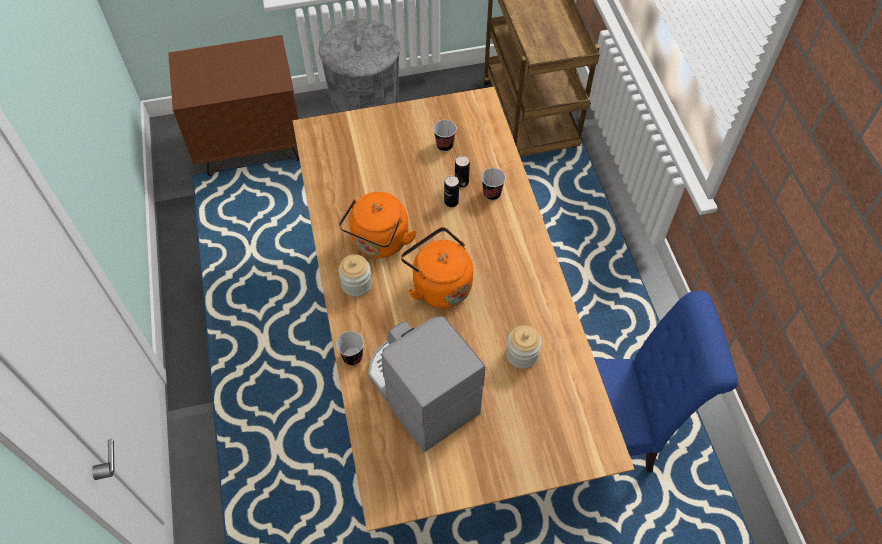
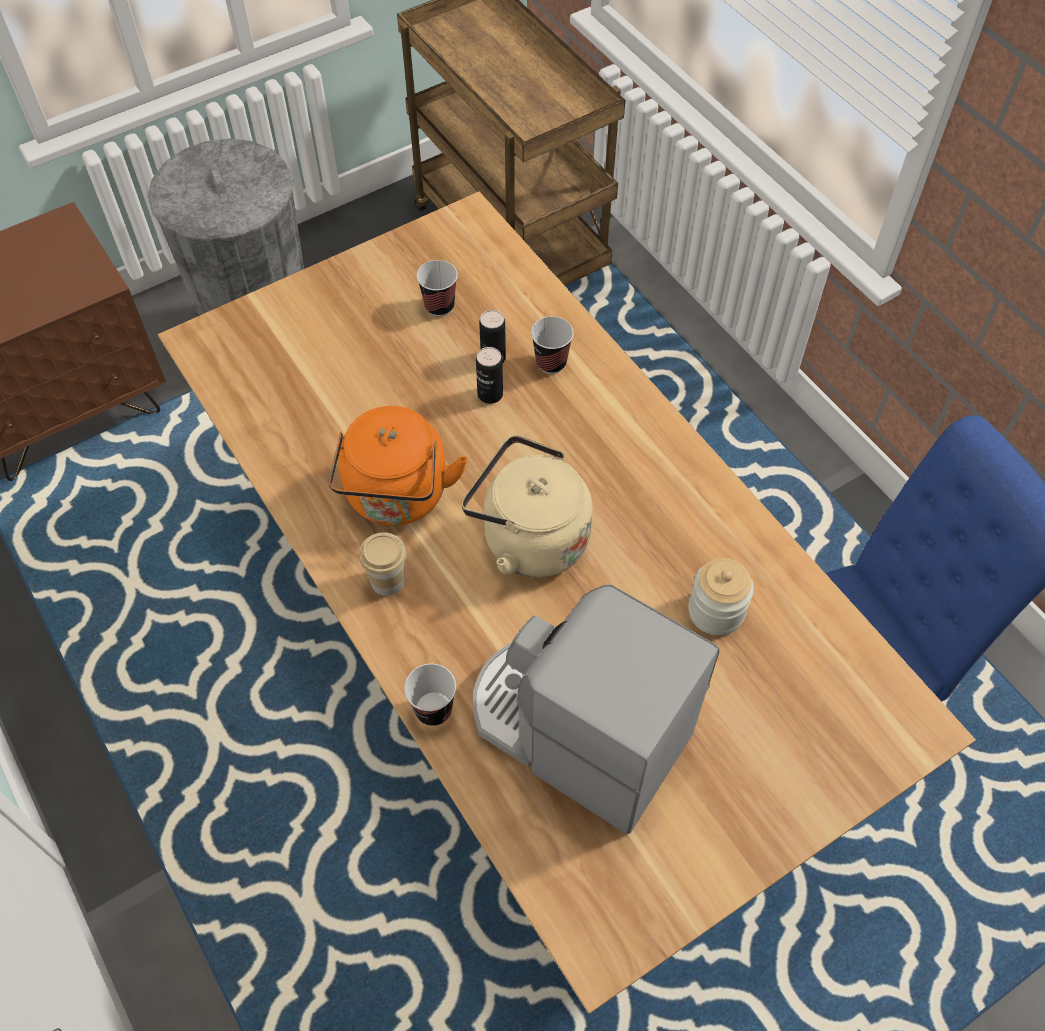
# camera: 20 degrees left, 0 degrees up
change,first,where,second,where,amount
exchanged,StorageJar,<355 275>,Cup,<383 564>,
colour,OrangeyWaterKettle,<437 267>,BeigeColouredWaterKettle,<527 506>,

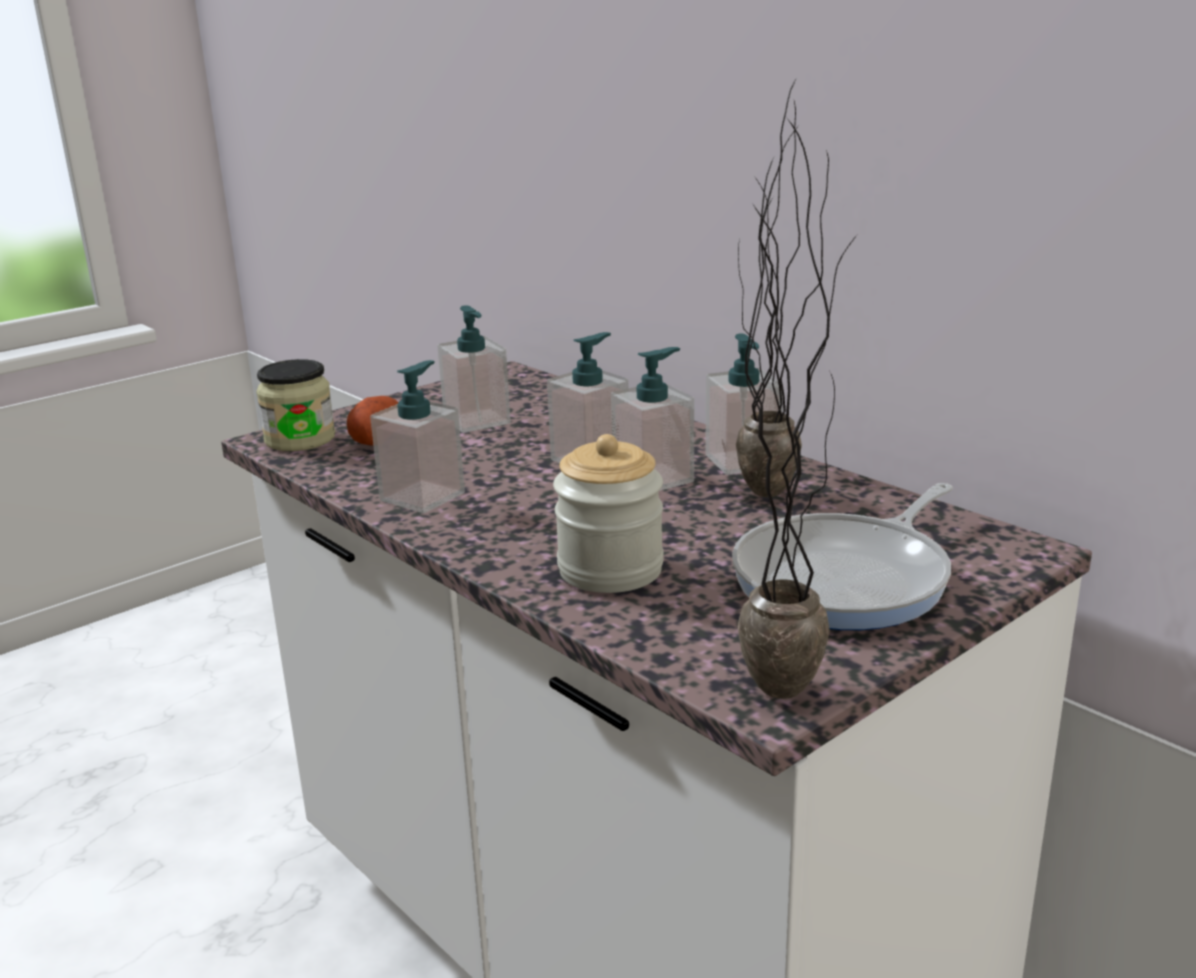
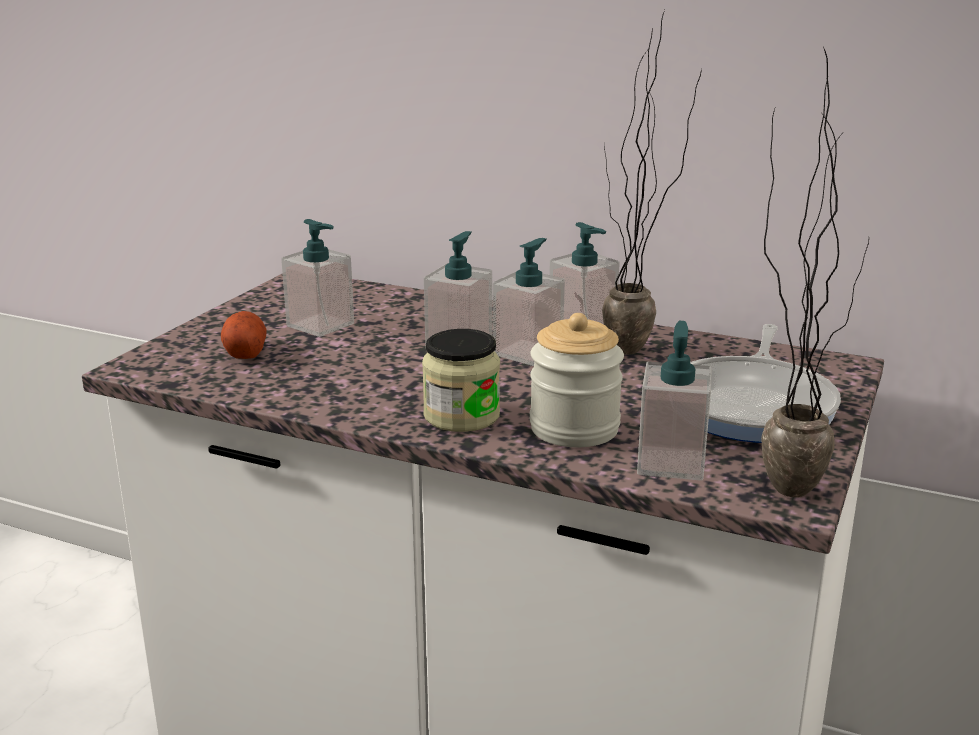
# camera: 25 degrees left, 0 degrees up
change,first,where,second,where,amount
relocated,StorageJar,<295 405>,,<461 380>,
relocated,LiquidSoapBottle,<417 436>,,<674 401>,

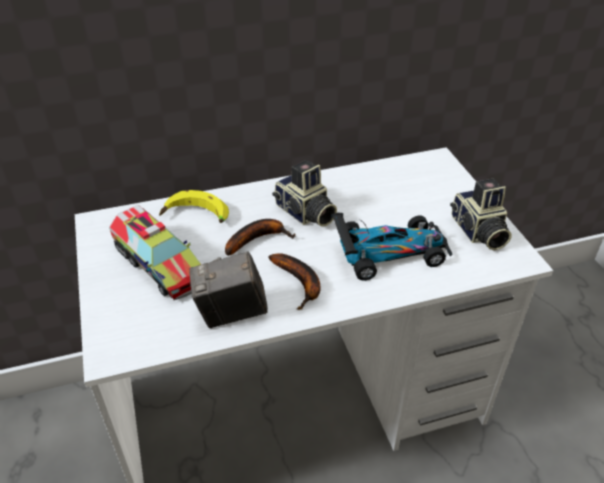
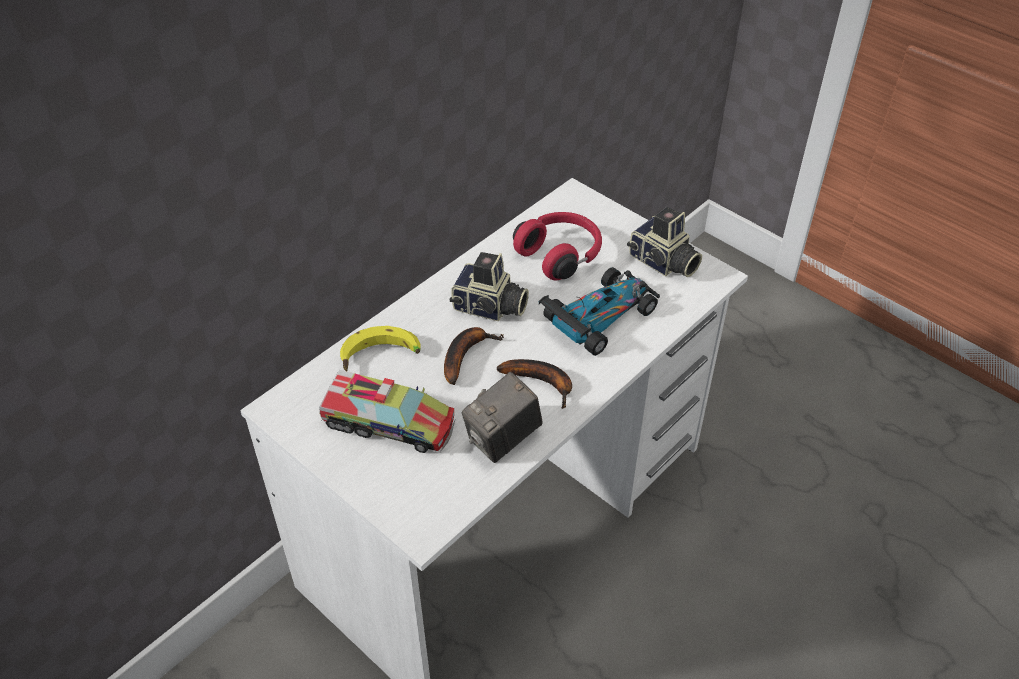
# camera: 30 degrees left, 5 degrees up
change,first,where,second,where,amount
appeared,,,ReddishHeadphones,<557 246>,

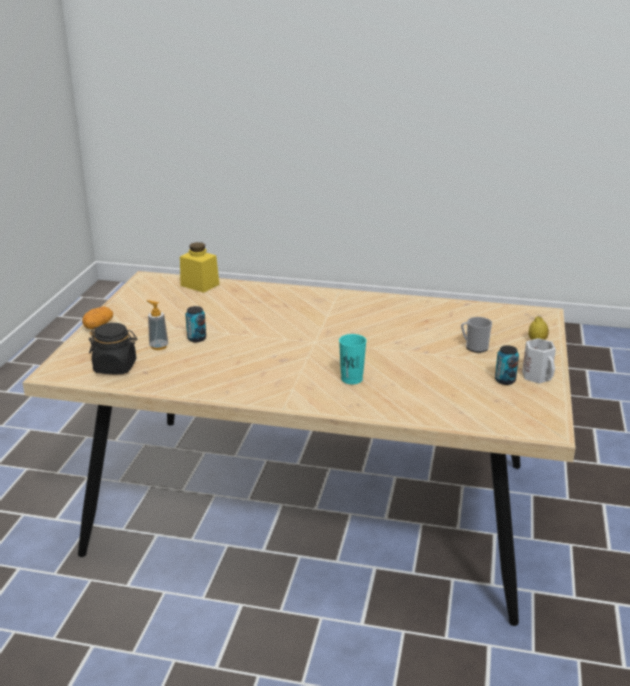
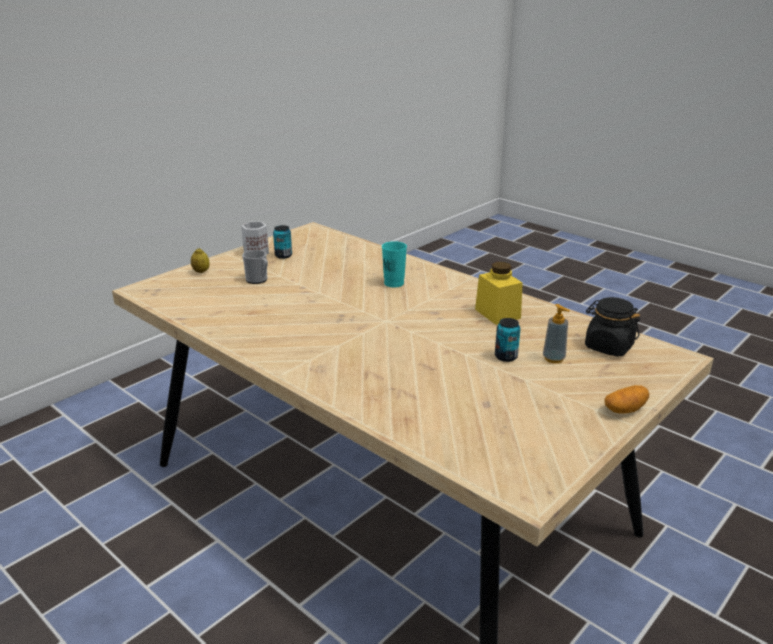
# camera: 150 degrees left, 0 degrees up
change,first,where,second,where,amount
relocated,YellowColouredStorageJar,<199 267>,,<499 293>,

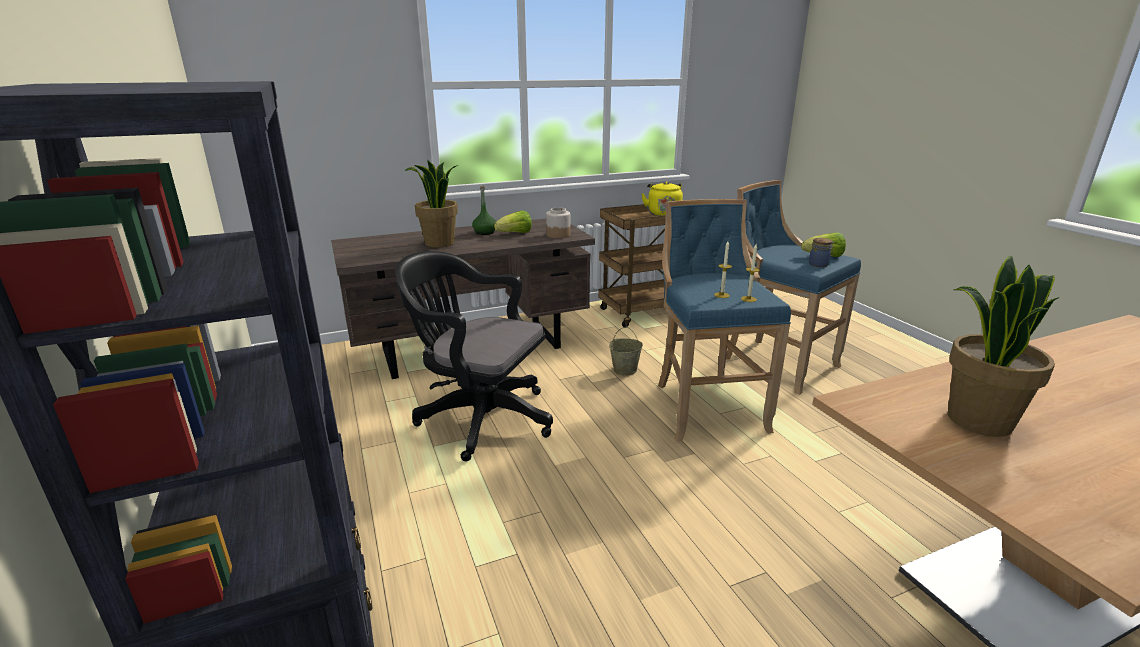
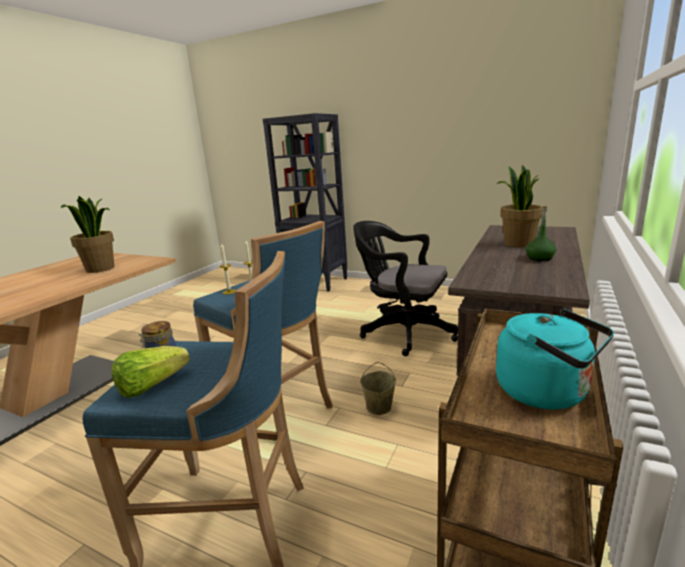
# camera: 140 degrees right, 5 degrees down
change,first,where,second,where,amount
spun,BlackishDeskChair,<474 356>,,<405 288>,135 degrees counterclockwise
missing,HeadOfLettuce,<513 221>,,,
missing,StorageJar,<558 223>,,,
colour,YellowColouredWaterKettle,<662 198>,BlueGreenWaterKettle,<555 359>,

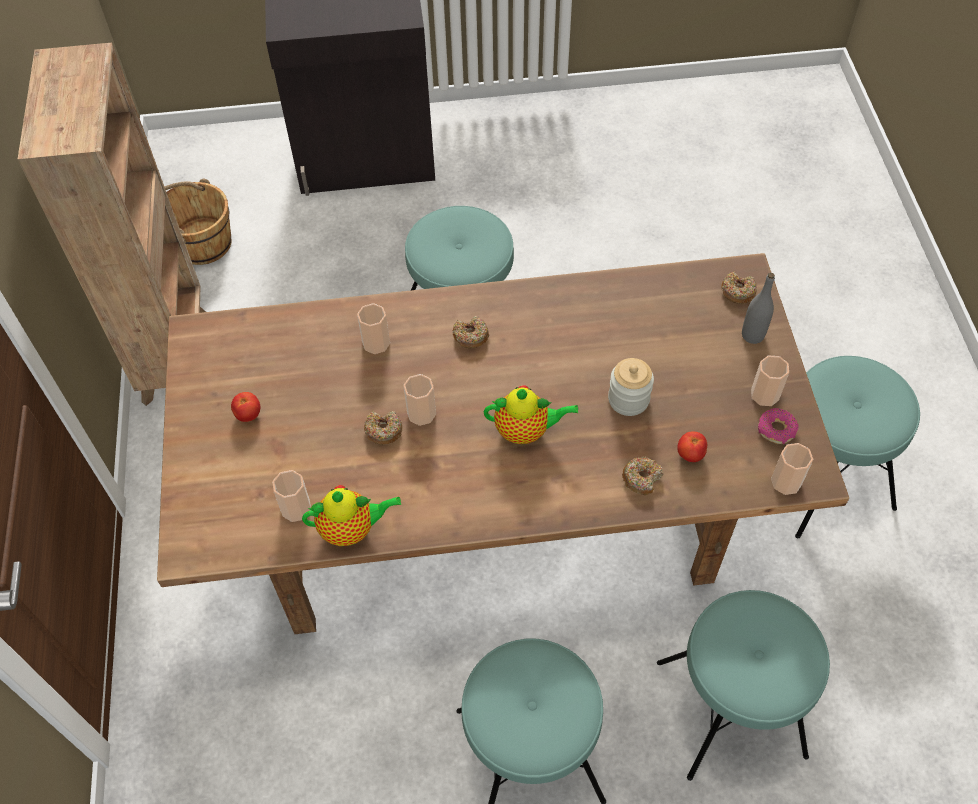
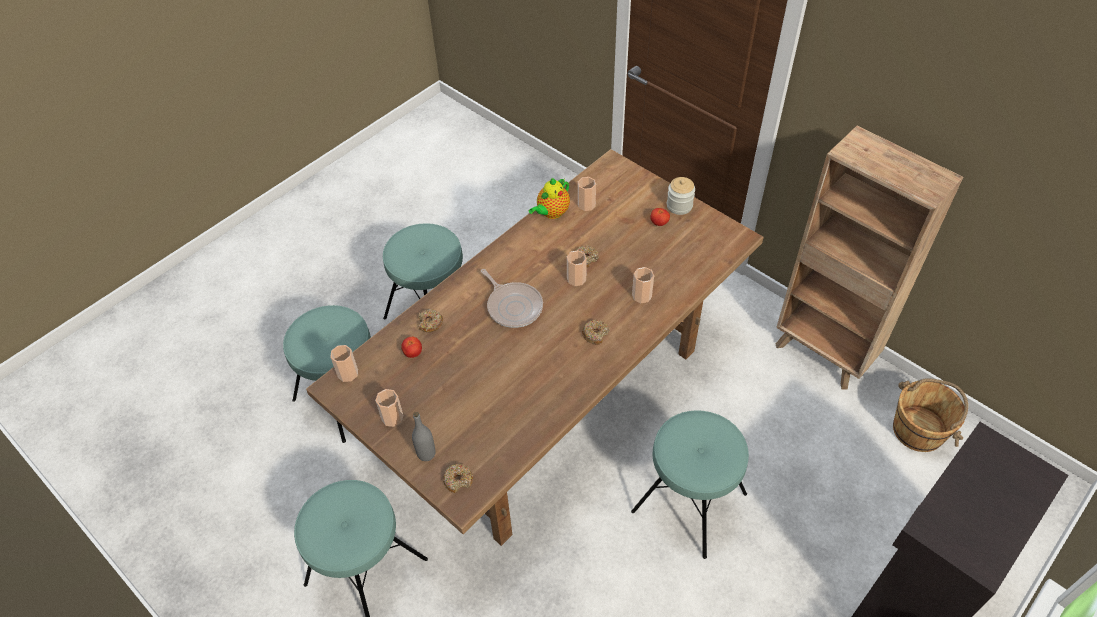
# camera: 140 degrees right, 5 degrees down
change,first,where,second,where,amount
exchanged,Teapot,<531 414>,Skillet,<512 298>,
relocated,StorageJar,<631 387>,,<681 196>,
missing,Donut,<778 426>,,,

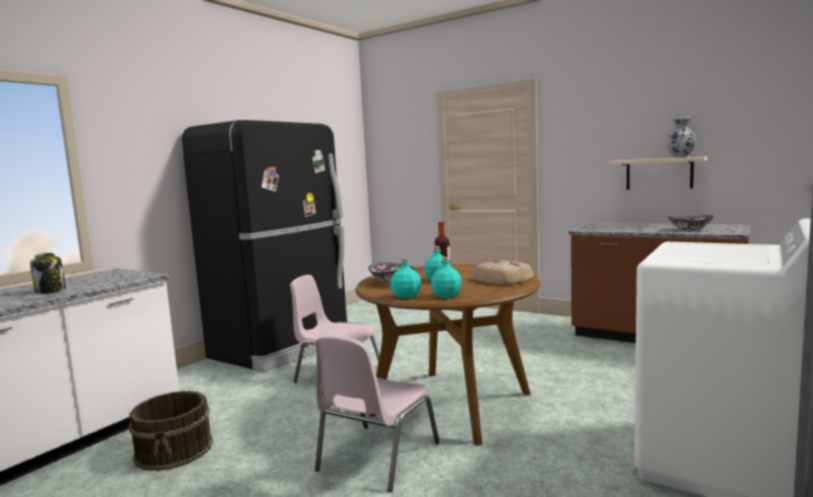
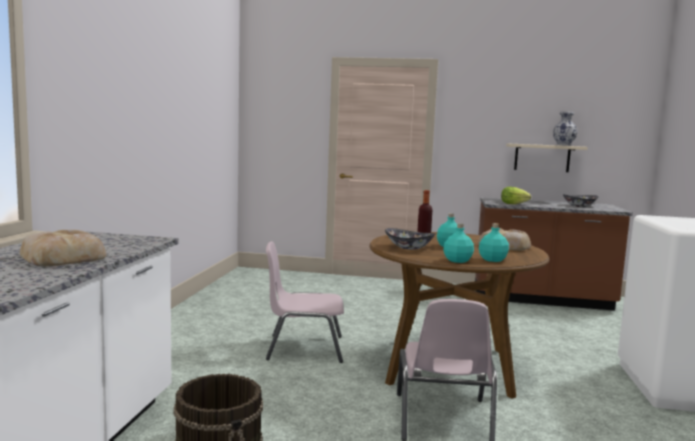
# camera: 25 degrees left, 0 degrees up
change,first,where,second,where,amount
exchanged,StorageJar,<48 273>,BakedBread,<63 247>,
missing,BlackishRefrigerator,<264 246>,,,
appeared,,,HeadOfLettuce,<516 195>,

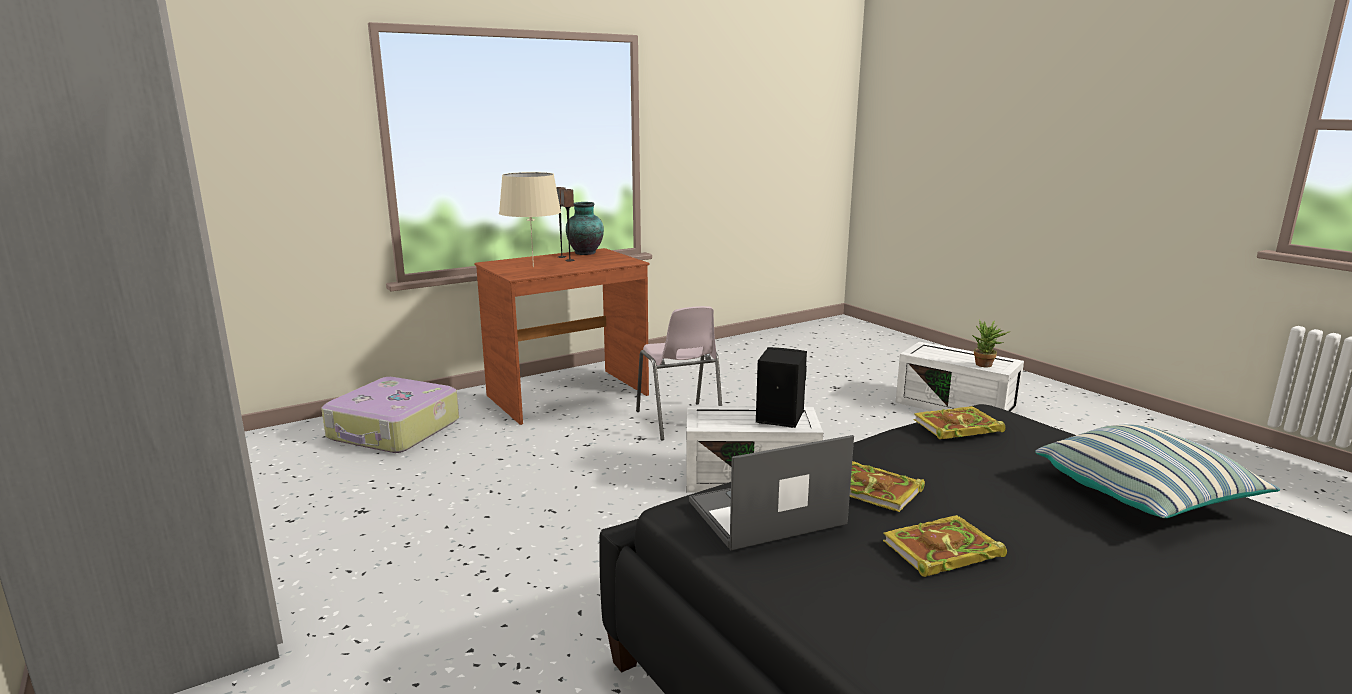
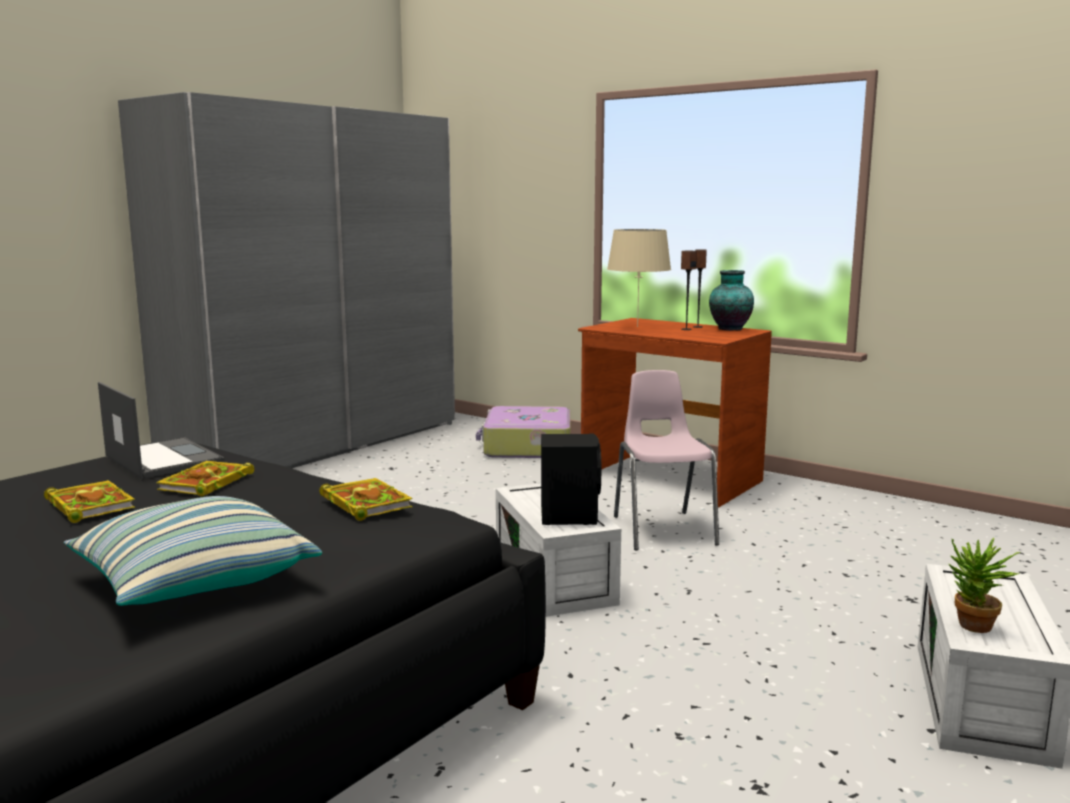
# camera: 70 degrees right, 5 degrees down
change,first,where,second,where,amount
spun,PinkColouredChair,<679 373>,,<666 460>,120 degrees clockwise

